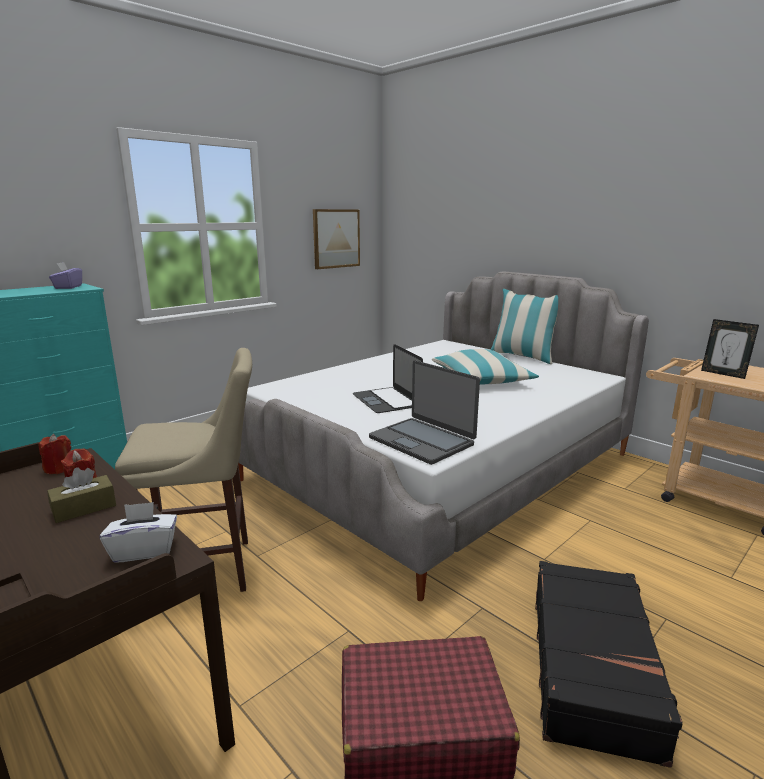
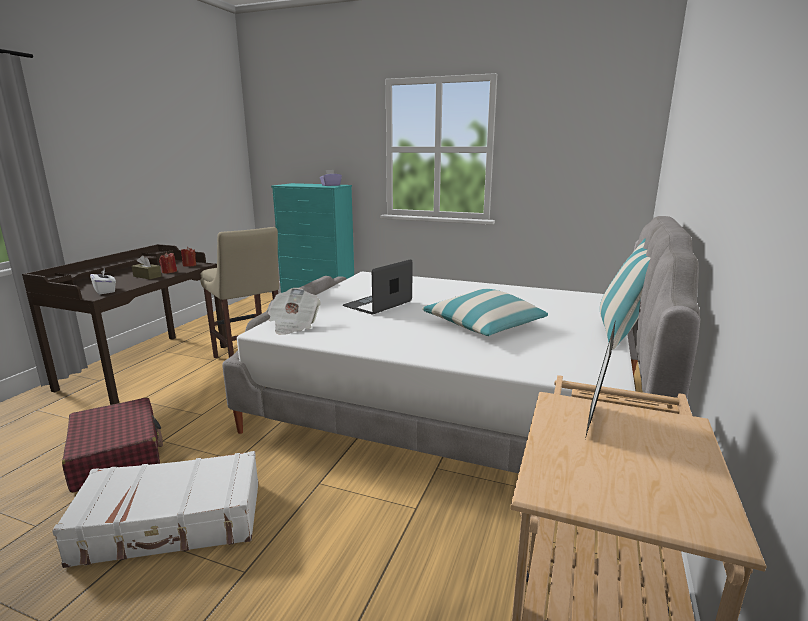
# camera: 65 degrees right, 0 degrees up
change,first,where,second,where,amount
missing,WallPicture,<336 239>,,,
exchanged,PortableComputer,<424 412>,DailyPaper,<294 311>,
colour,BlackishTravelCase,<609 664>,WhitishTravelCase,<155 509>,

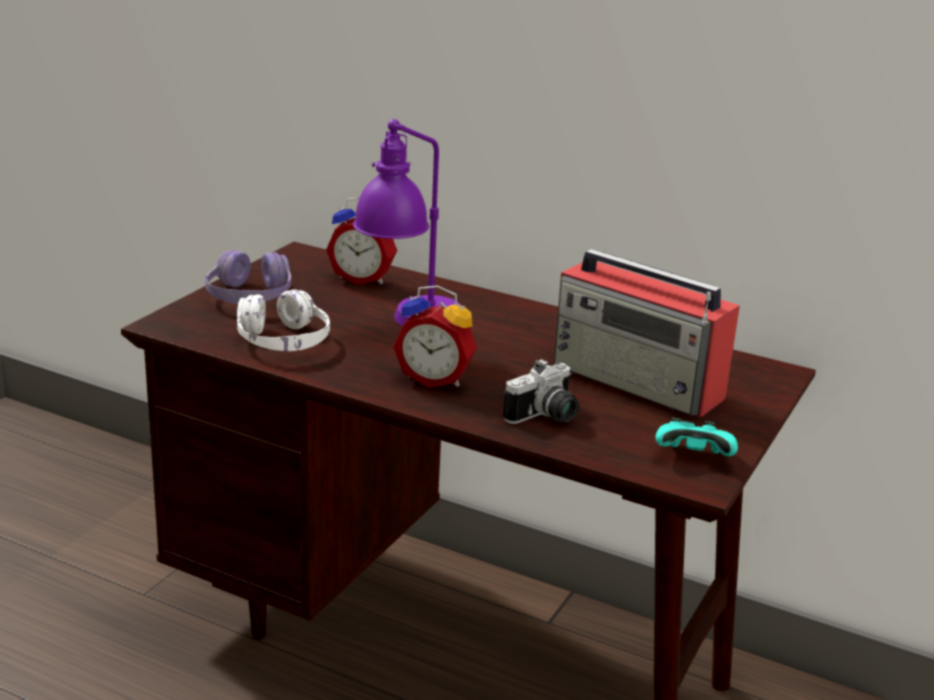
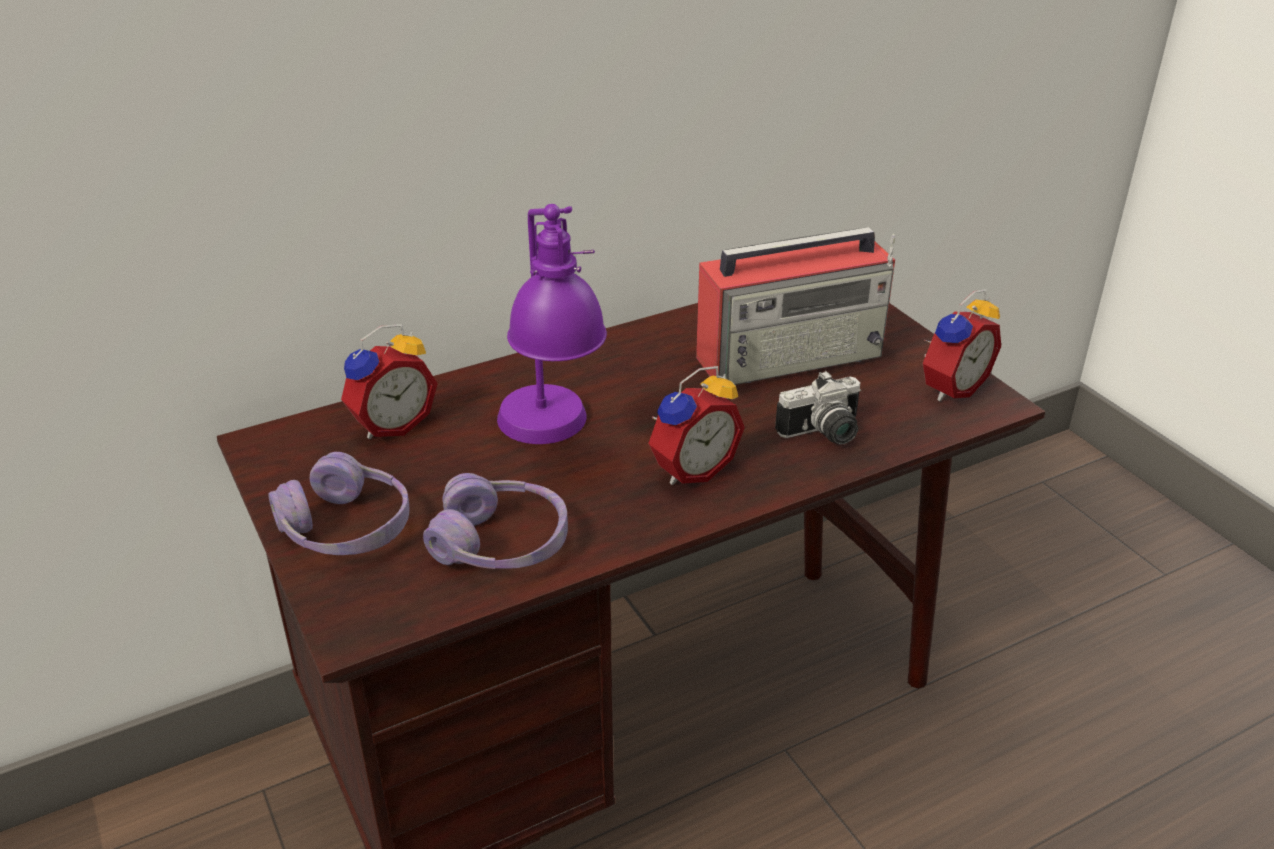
# camera: 55 degrees left, 10 degrees up
change,first,where,second,where,amount
colour,WhitishHeadphones,<283 320>,PurpleHeadphones,<495 521>,
spun,PhotoCamera,<541 391>,,<818 408>,75 degrees clockwise
exchanged,BlueGreenGamepad,<696 437>,TableClock,<962 345>,

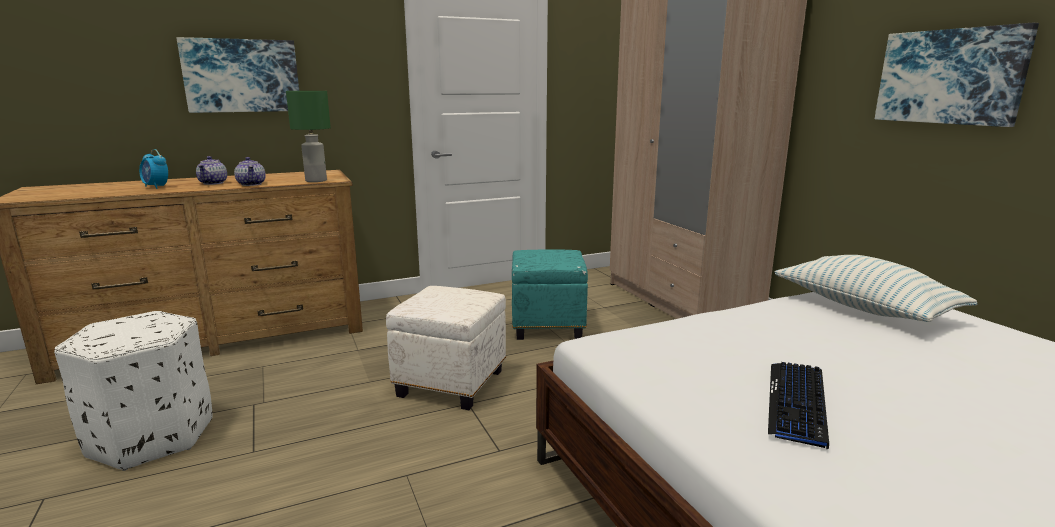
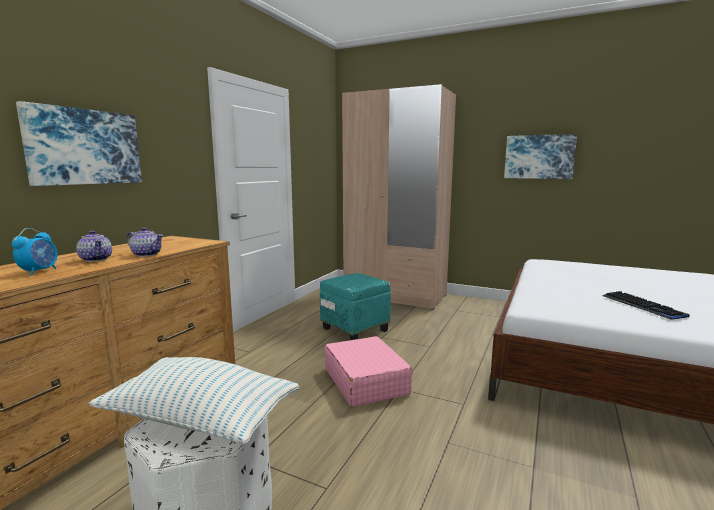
# camera: 40 degrees left, 5 degrees down
change,first,where,second,where,amount
spun,TableClock,<153 169>,,<35 252>,75 degrees counterclockwise
missing,GreenColouredTabletopLamp,<308 136>,,,
exchanged,WhitishPouffe,<446 348>,PinkColouredTravelCase,<368 371>,
relocated,Pillow,<876 288>,,<193 400>,

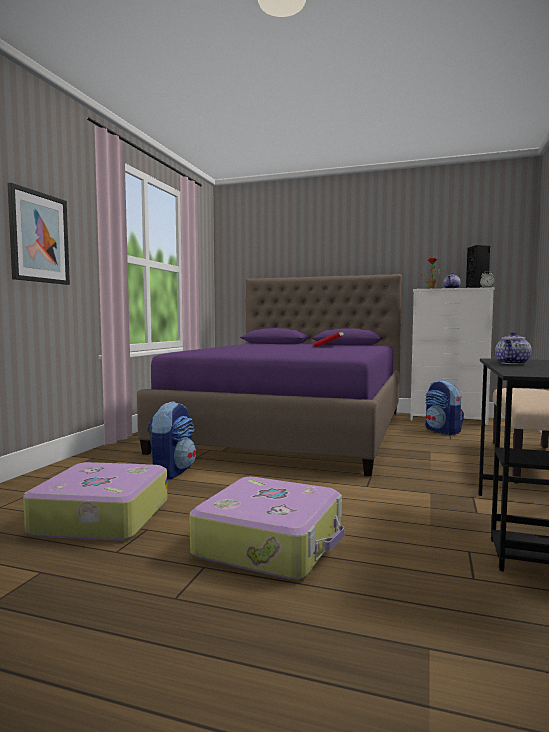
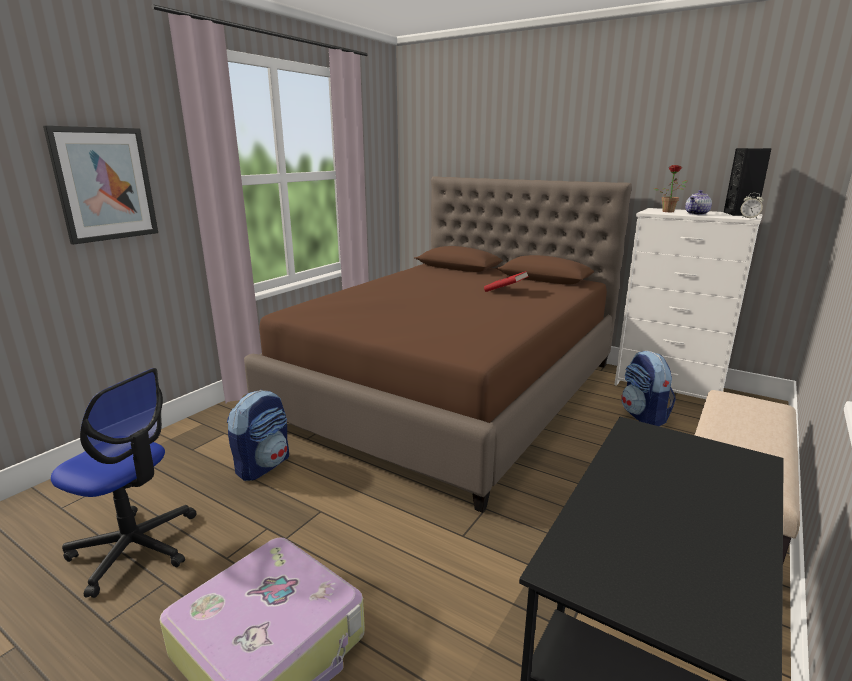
# camera: 15 degrees right, 15 degrees up
change,first,where,second,where,amount
exchanged,TravelCase,<95 501>,DeskChair,<123 483>,
colour,PurpleSleepingBed,<269 375>,BrownColouredSleepingBed,<438 344>,
missing,Teapot,<513 347>,,,

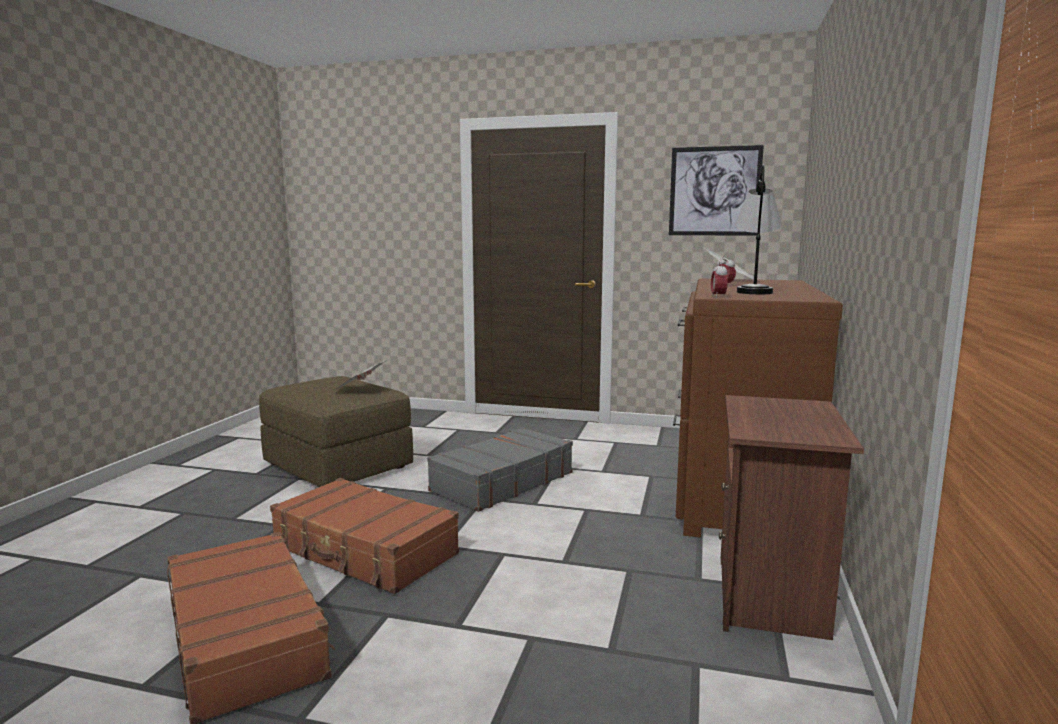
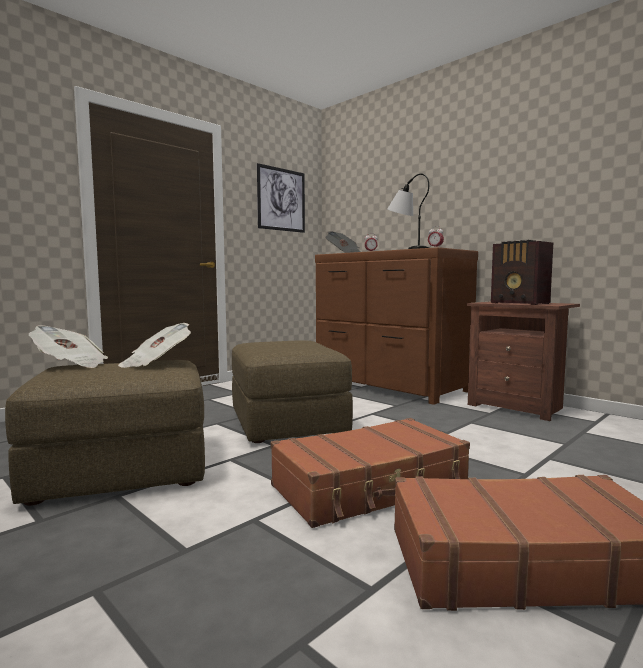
# camera: 60 degrees left, 5 degrees down
change,first,where,second,where,amount
exchanged,GreyishTravelCase,<500 469>,BrownColouredPouffe,<292 392>,
appeared,,,DailyPaper,<68 346>,
appeared,,,RadioReceiver,<522 272>,

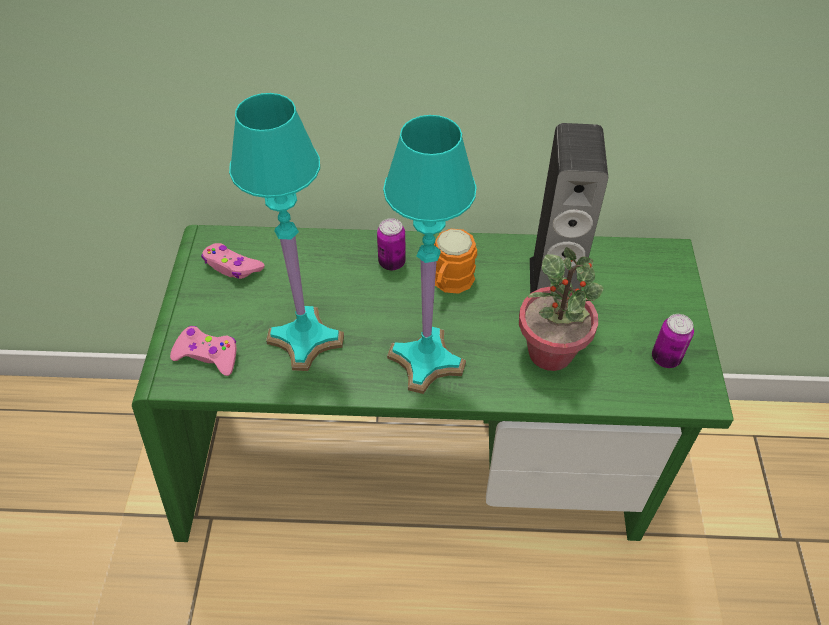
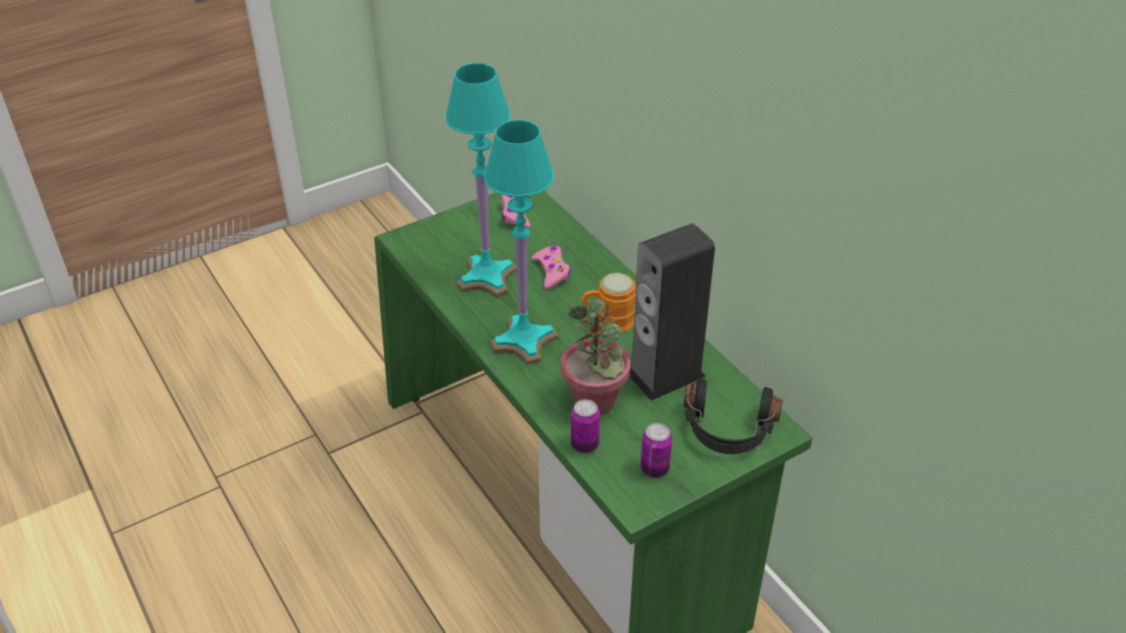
# camera: 55 degrees right, 10 degrees down
change,first,where,second,where,amount
relocated,PinkColouredGamepad,<203 351>,,<551 267>,
relocated,SealedCan,<391 244>,,<585 426>,
appeared,,,BlackishHeadphones,<733 416>,

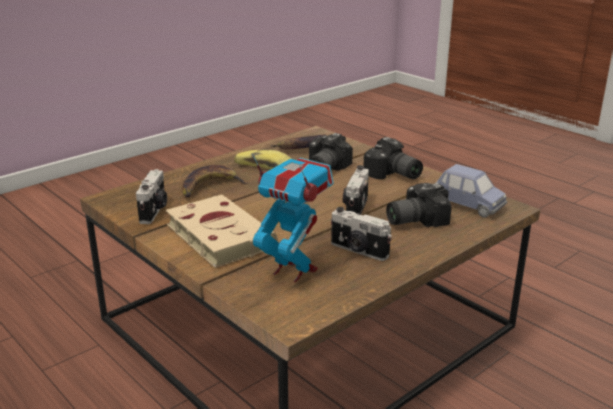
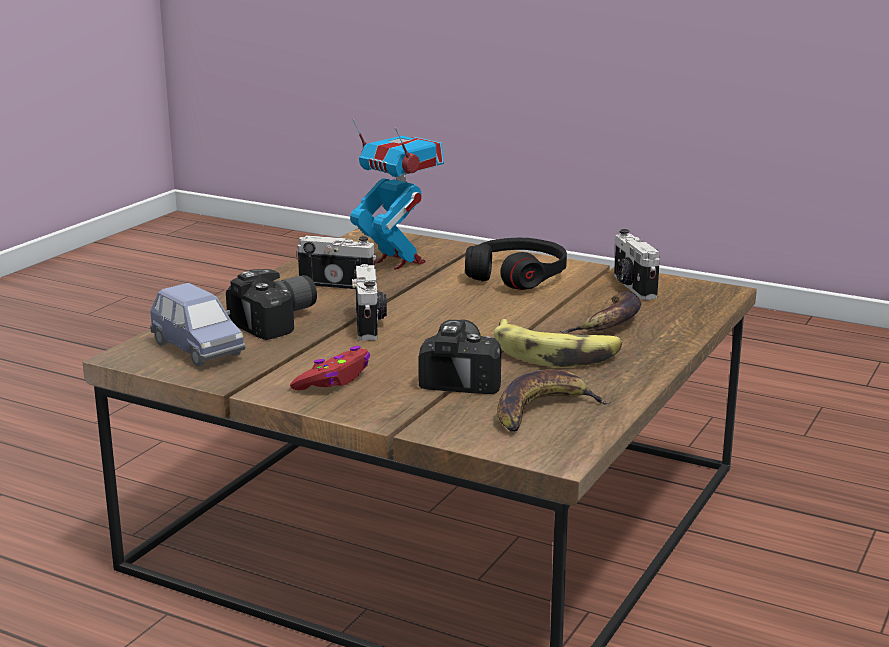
# camera: 160 degrees right, 5 degrees down
change,first,where,second,where,amount
exchanged,BeigeColouredVolume,<222 231>,BlackishHeadphones,<516 264>,
spun,RobotFigure,<292 217>,,<397 194>,150 degrees counterclockwise
exchanged,PhotoCamera,<393 158>,ReddishGamepad,<330 368>,
spun,BluishToyCar,<471 191>,,<198 325>,150 degrees counterclockwise

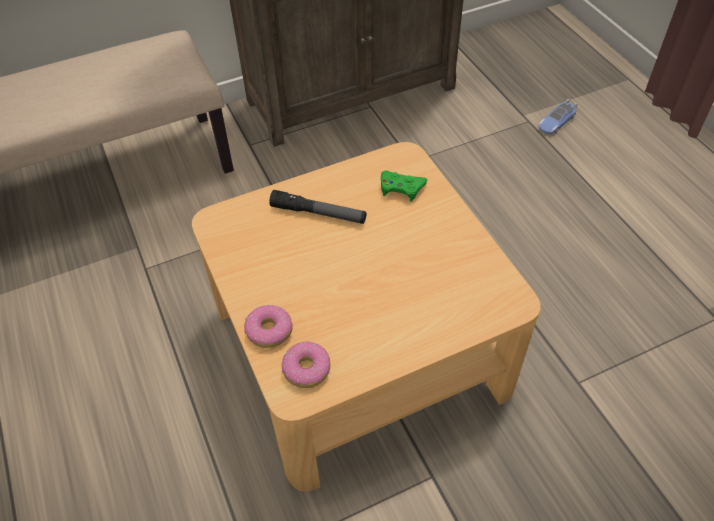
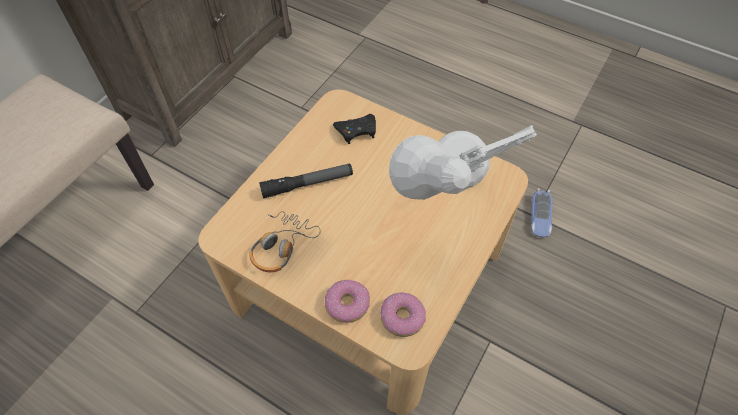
# camera: 35 degrees left, 5 degrees up
change,first,where,second,where,amount
colour,GreenColouredGamepad,<404 186>,BlackishGamepad,<354 129>,
relocated,ToyCar,<558 116>,,<541 212>,
appeared,,,Headphones,<285 241>,
appeared,,,GreyishTabletopLamp,<463 162>,

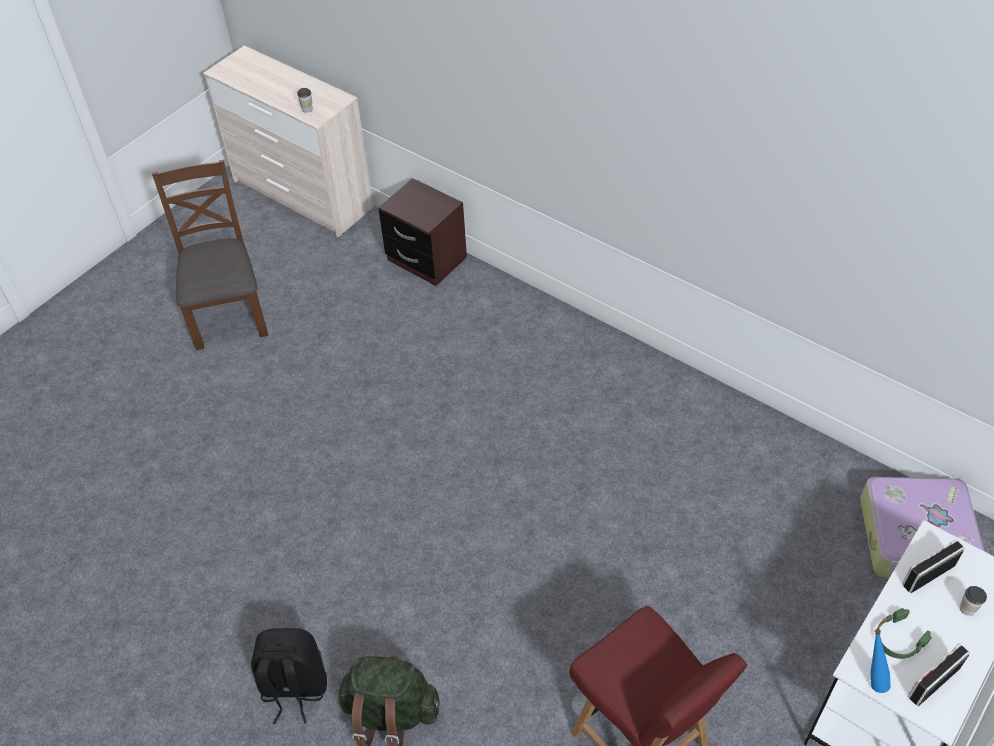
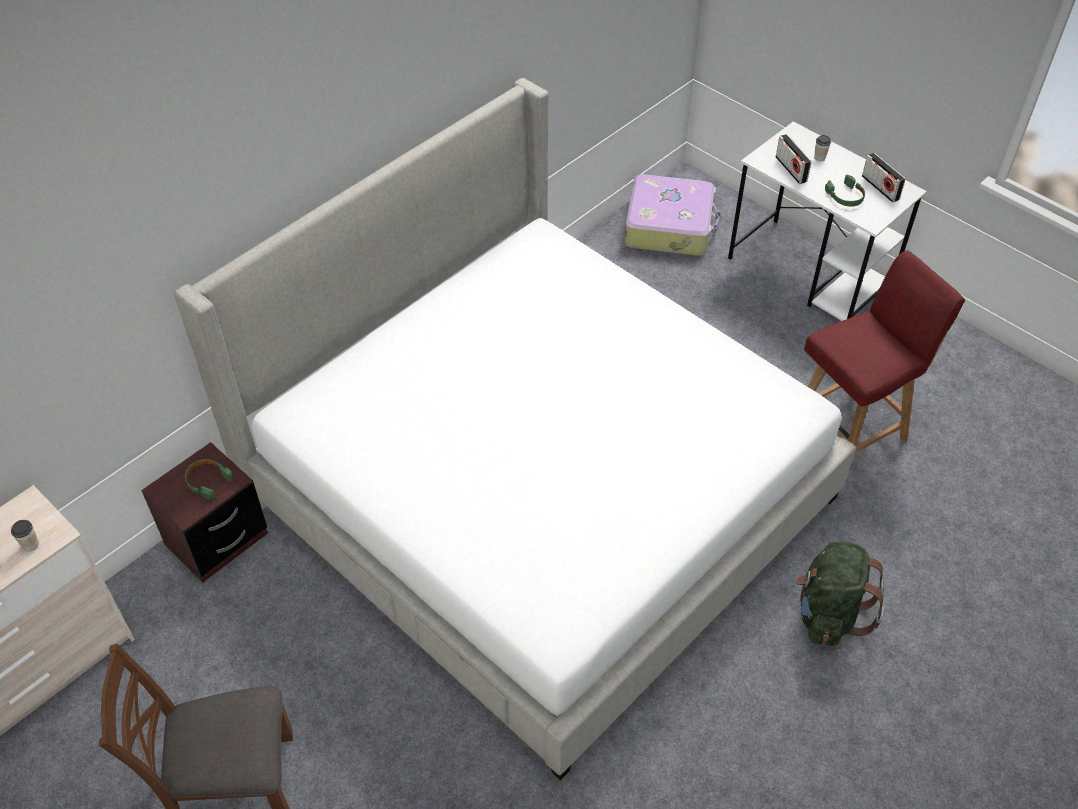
# camera: 85 degrees left, 0 degrees up
change,first,where,second,where,amount
missing,BlackishKnapsack,<289 676>,,,
missing,BluishBeverageBottle,<881 661>,,,
appeared,,,SleepingBed,<515 429>,
appeared,,,GreenColouredHeadphones,<209 479>,

